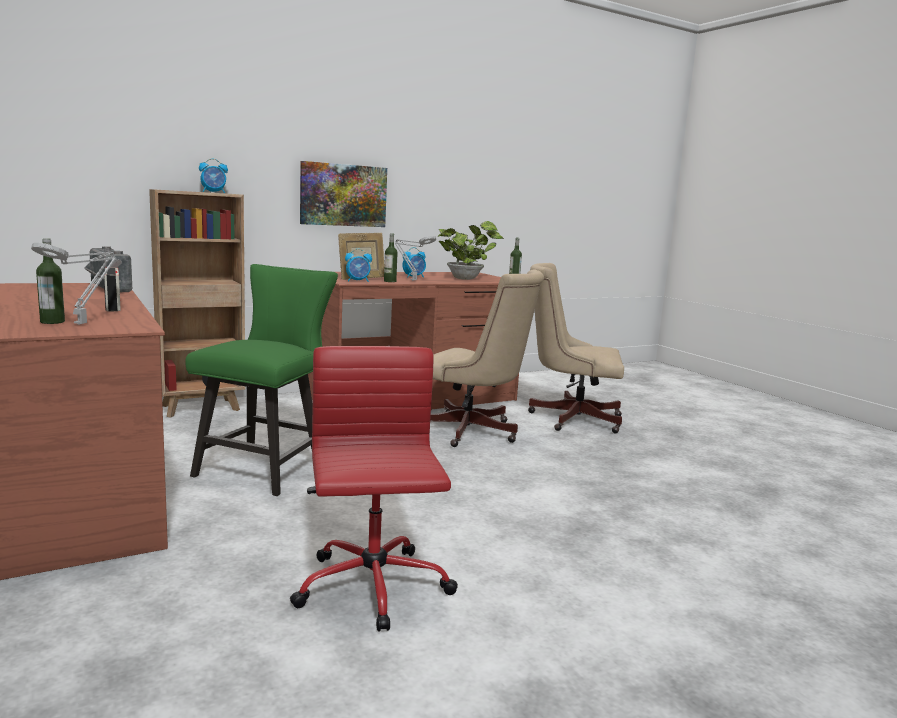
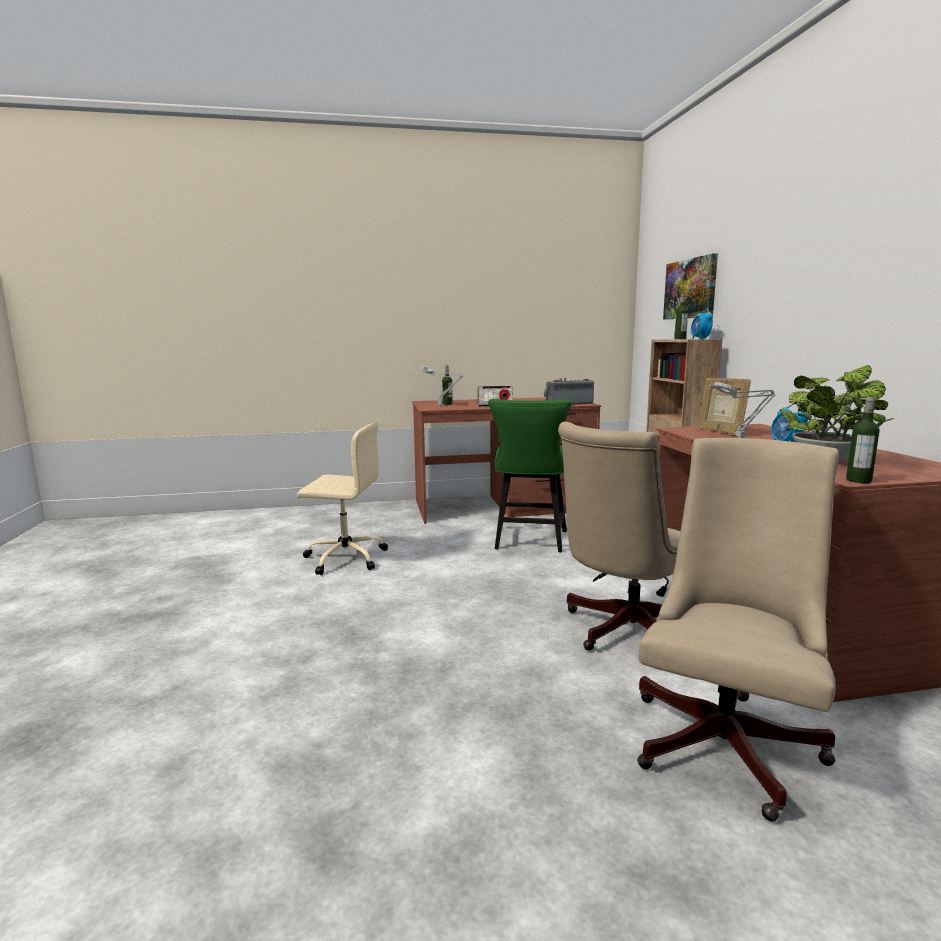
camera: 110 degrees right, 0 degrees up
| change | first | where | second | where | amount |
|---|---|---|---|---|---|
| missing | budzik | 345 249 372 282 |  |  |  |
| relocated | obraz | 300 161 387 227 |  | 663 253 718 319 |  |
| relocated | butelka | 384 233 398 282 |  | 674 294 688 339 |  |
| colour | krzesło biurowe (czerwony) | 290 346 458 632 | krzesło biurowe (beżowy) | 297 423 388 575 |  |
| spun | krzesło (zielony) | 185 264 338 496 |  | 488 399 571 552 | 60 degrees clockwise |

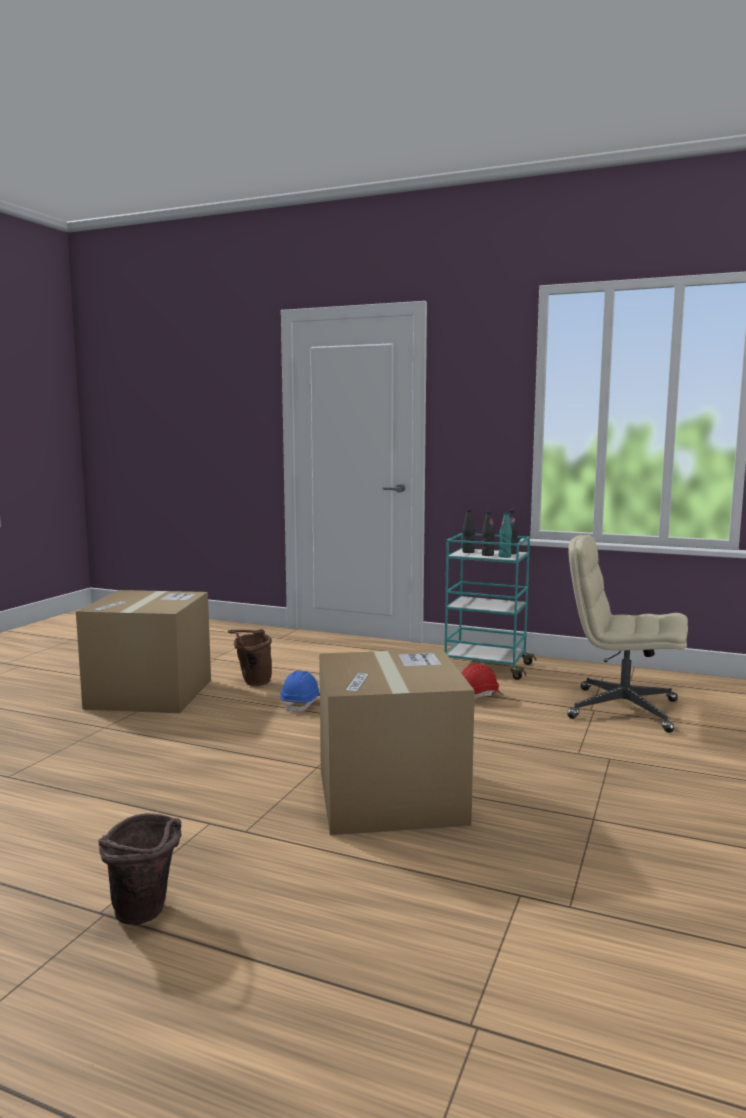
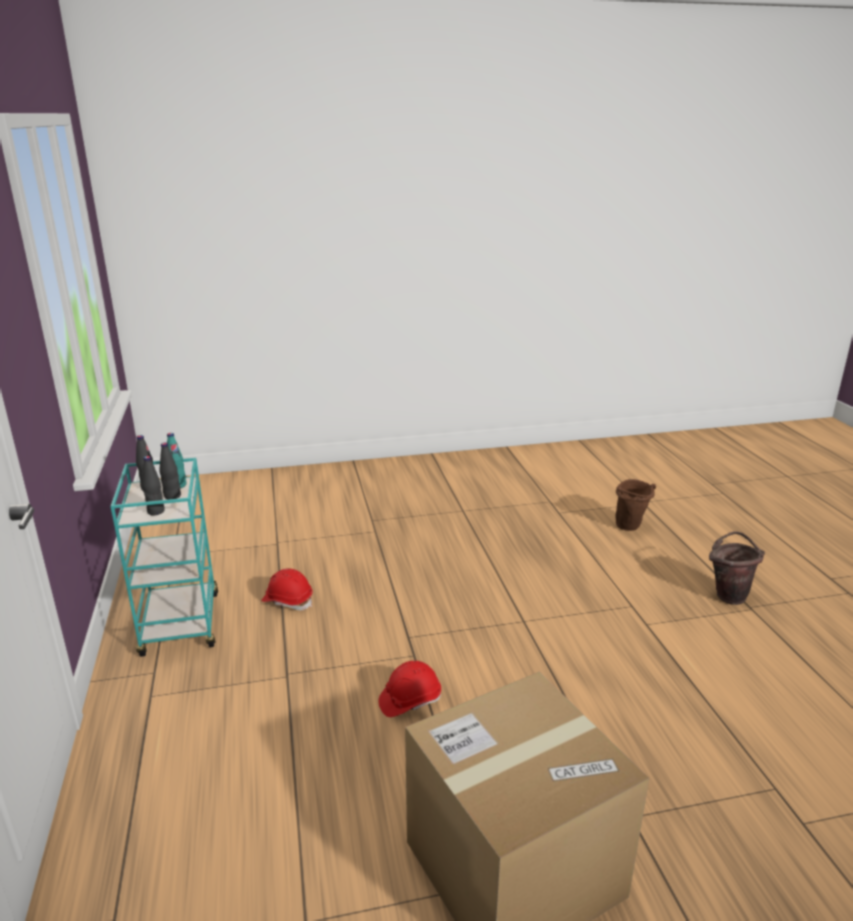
camera: 125 degrees left, 15 degrees up
| change | first | where | second | where | amount |
|---|---|---|---|---|---|
| missing | karton | 319 649 475 835 |  |  |  |
| missing | krzesło biurowe (beżowy) | 567 535 688 733 |  |  |  |
| relocated | wiadro (brązowy) | 228 629 272 686 |  | 615 479 656 531 |  |
| colour | kask (niebieski) | 280 671 320 714 | kask (czerwony) | 378 661 441 717 |  |

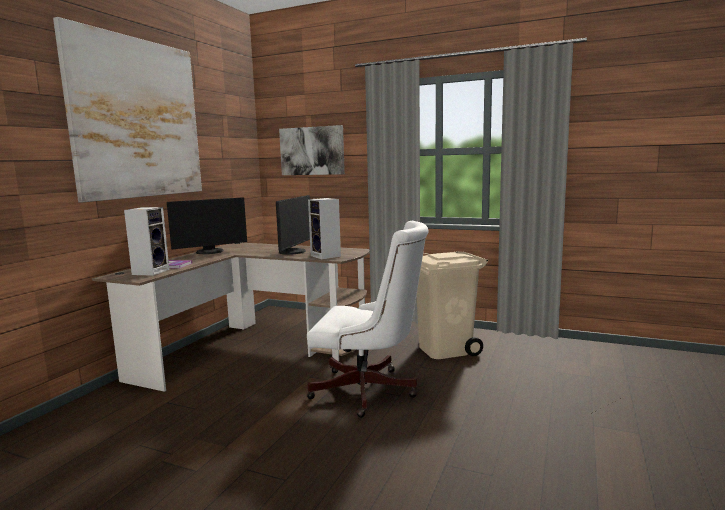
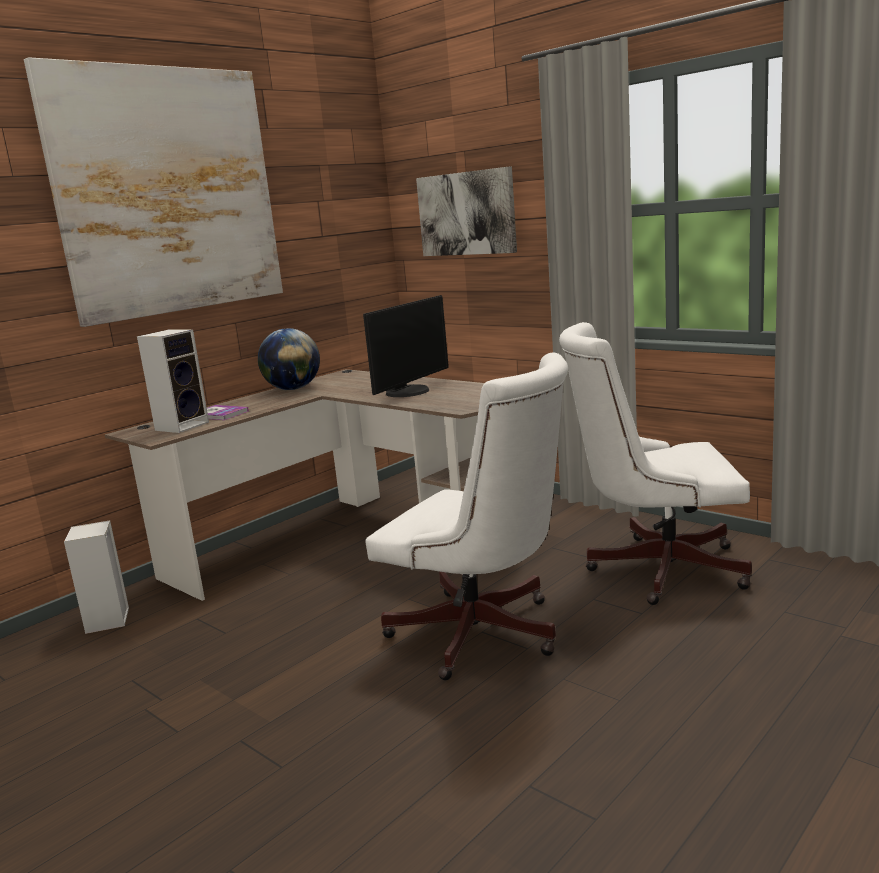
camera: 20 degrees right, 5 degrees up
| change | first | where | second | where | amount |
|---|---|---|---|---|---|
| relocated | głośnik | 308 198 341 260 |  | 64 521 129 634 |  |
| exchanged | monitor | 167 197 247 254 | globus | 258 328 320 390 |  |
| exchanged | kosz na śmieci (beżowy) | 416 251 488 359 | krzesło biurowe (biały) | 559 322 752 605 |  |

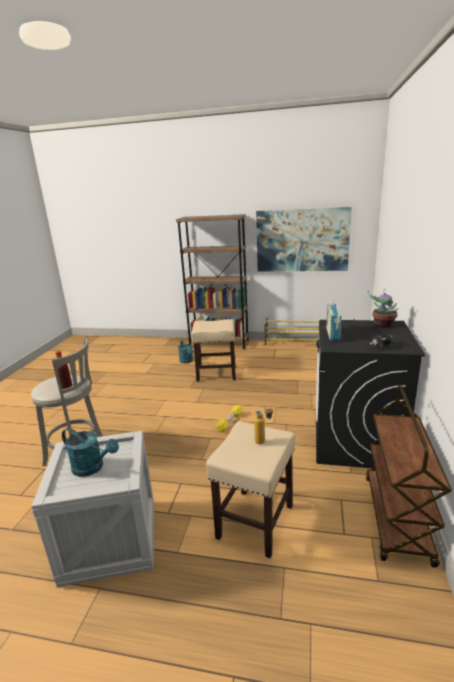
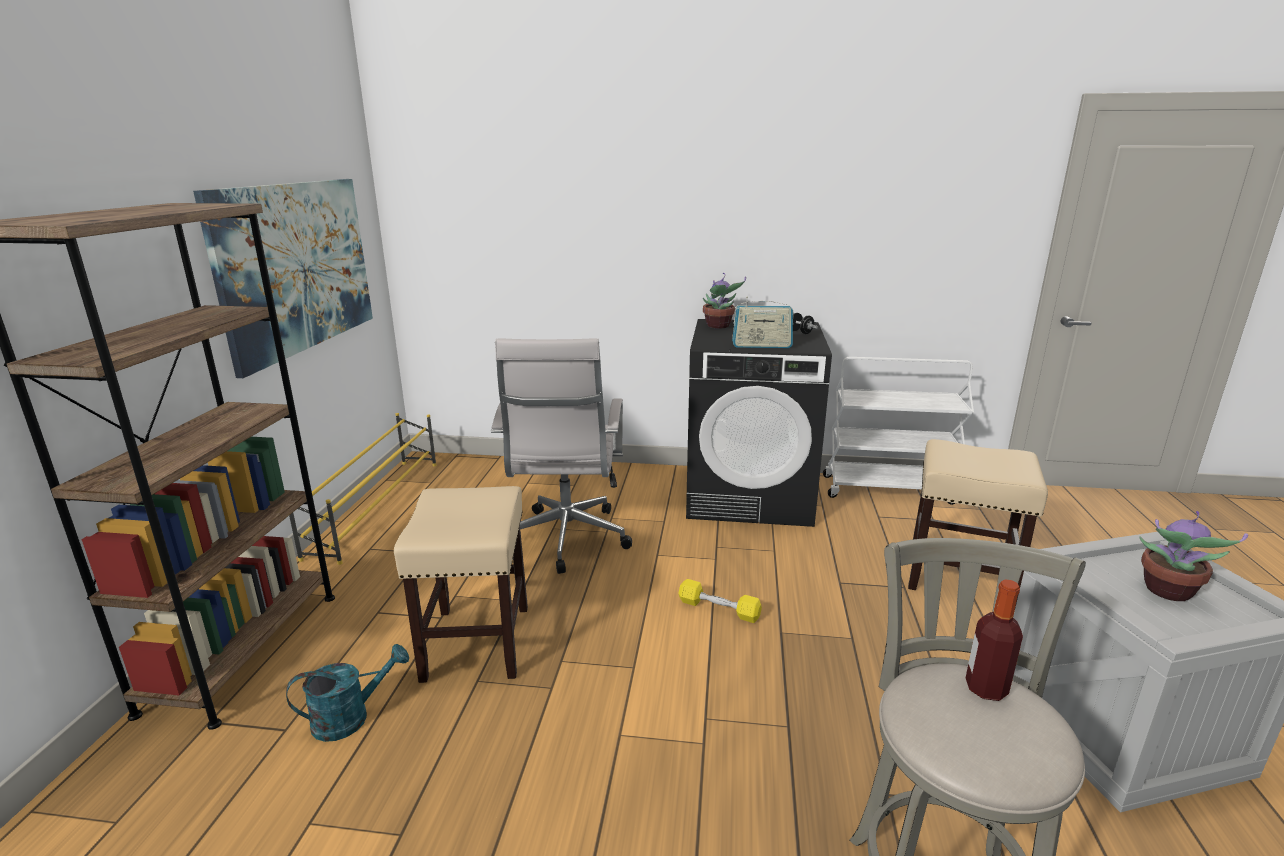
camera: 95 degrees left, 0 degrees up
| change | first | where | second | where | amount |
|---|---|---|---|---|---|
| missing | butelka | 254 406 273 444 |  |  |  |
| appeared |  |  | krzesło biurowe (biały) | 491 339 632 574 |  |
| exchanged | konewka (turkusowy) | 62 428 119 477 | roślina doniczkowa | 1139 511 1248 601 |  |
| colour | wózek (brązowy) | 366 386 452 568 | wózek (biały) | 823 357 974 505 |  |

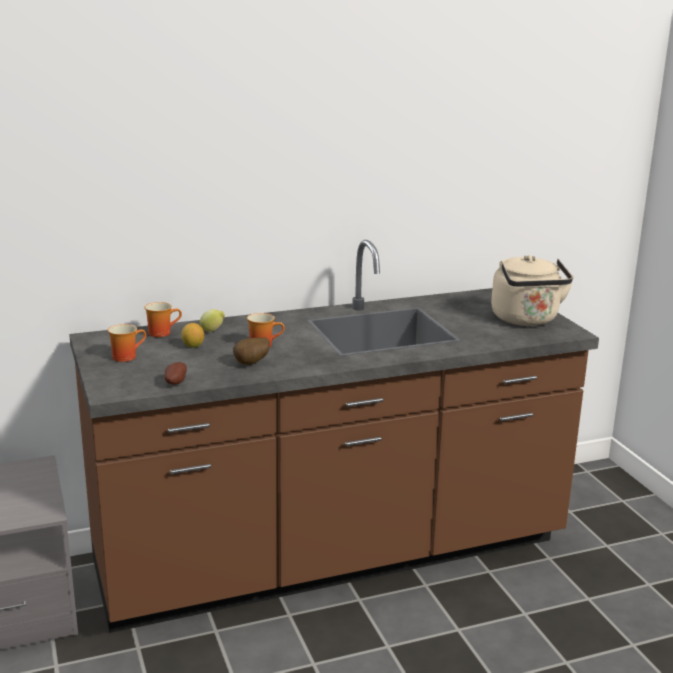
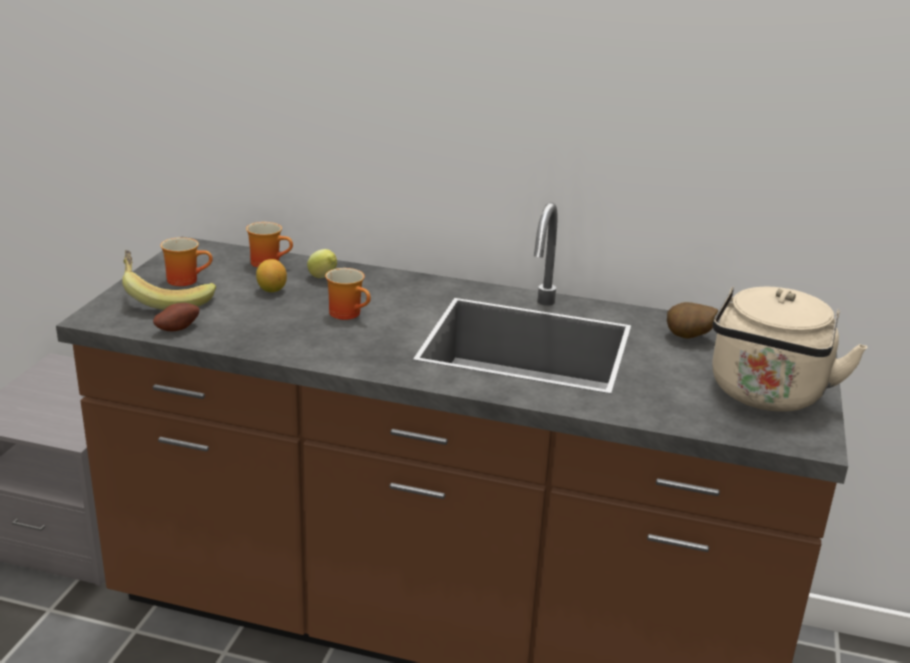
camera: 35 degrees right, 5 degrees up
| change | first | where | second | where | amount |
|---|---|---|---|---|---|
| appeared |  |  | banan | 122 250 216 310 |  |
| relocated | ziemniak | 233 337 270 365 |  | 667 302 718 339 |  |

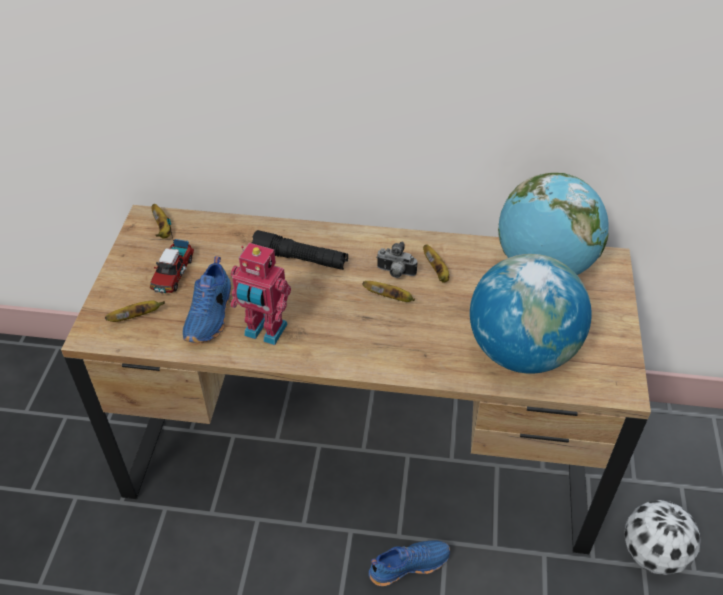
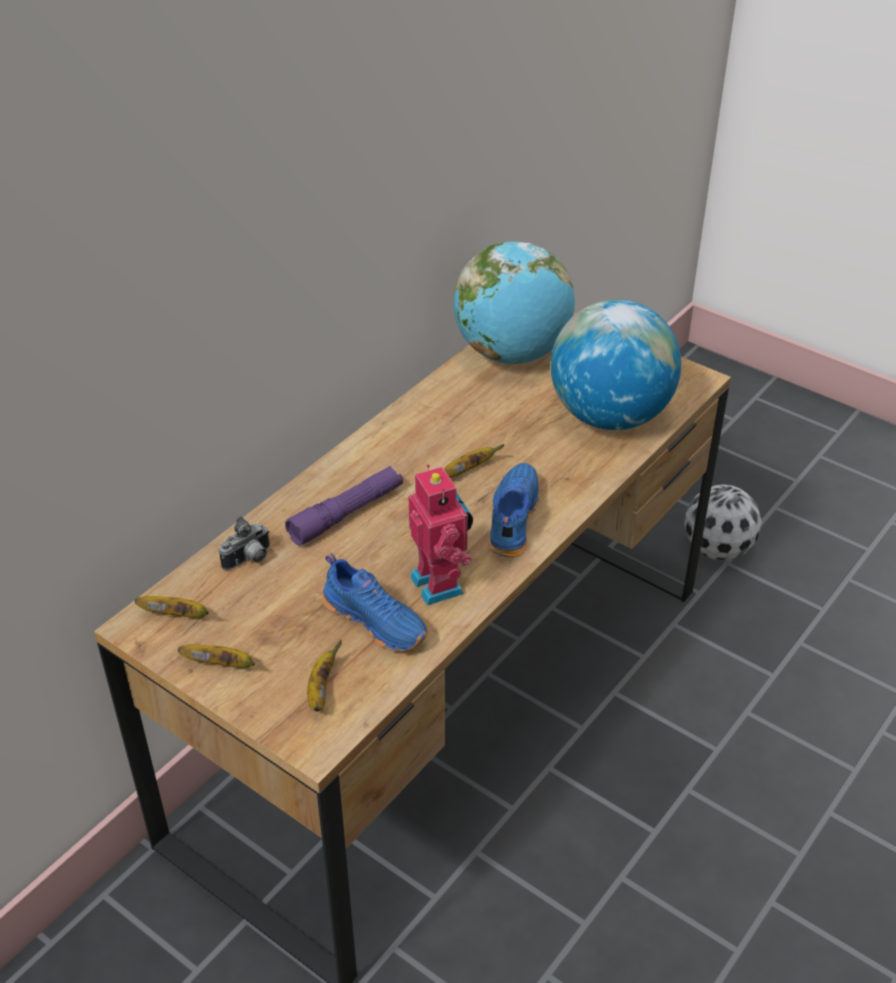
camera: 60 degrees left, 5 degrees down
| change | first | where | second | where | amount |
|---|---|---|---|---|---|
| missing | ciężarówka zabawkowa | 150 217 194 294 |  |  |  |
| relocated | but (niebieski) | 369 540 450 586 |  | 490 463 539 557 |  |
| relocated | aparat fotograficzny | 376 242 417 278 |  | 219 516 270 570 |  |
| relocated | banan | 423 244 449 283 |  | 178 644 255 668 |  |
| colour | latarka (czarny) | 251 230 348 270 | latarka (fioletowy) | 285 466 403 546 |  |
| spun | robot zabawkowy | 230 243 291 345 |  | 408 464 473 605 | 75 degrees counterclockwise |

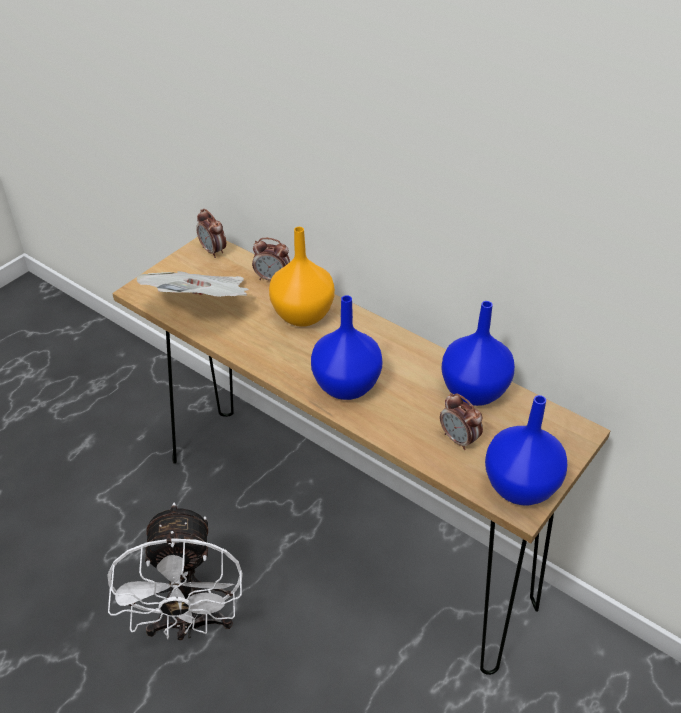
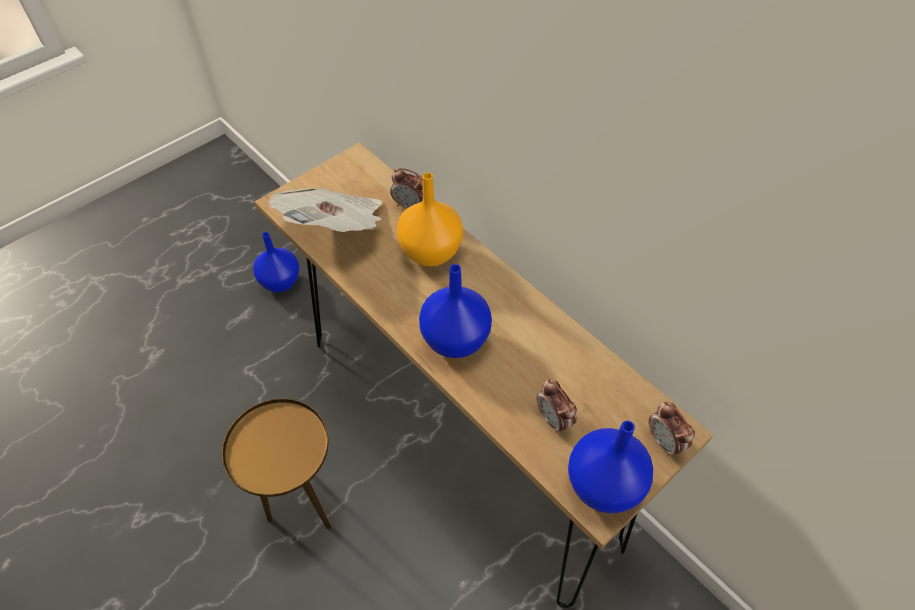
camera: 10 degrees right, 10 degrees up
| change | first | where | second | where | amount |
|---|---|---|---|---|---|
| relocated | budzik | 196 209 226 258 |  | 649 401 695 457 |  |
| relocated | wazon (niebieski) | 441 301 515 406 |  | 253 232 300 292 |  |
| exchanged | wentylator (biały) | 107 503 243 640 | stolik (brązowy) | 222 399 331 529 |  |

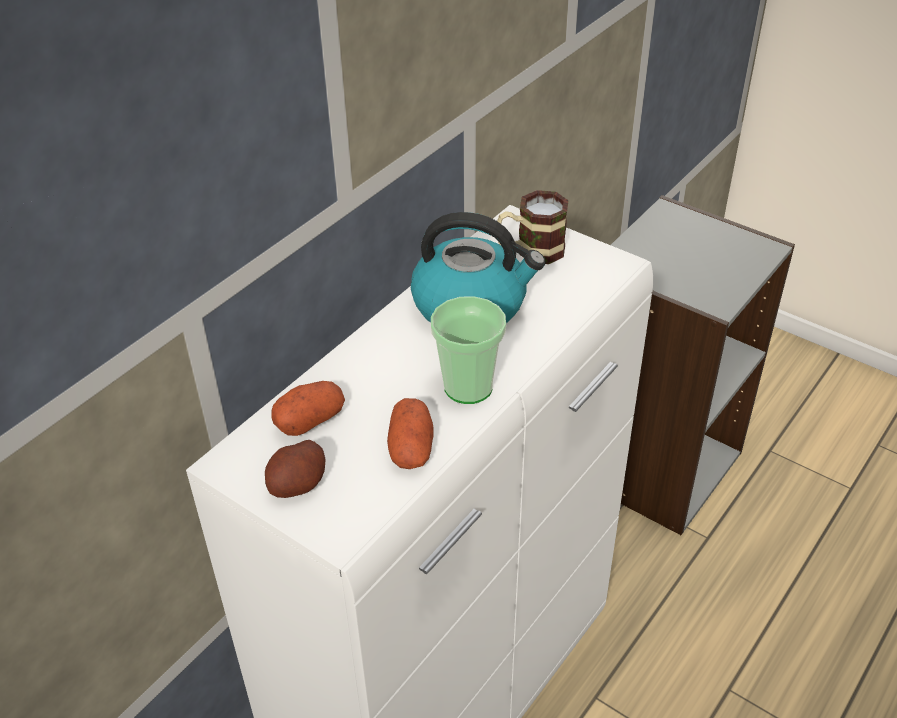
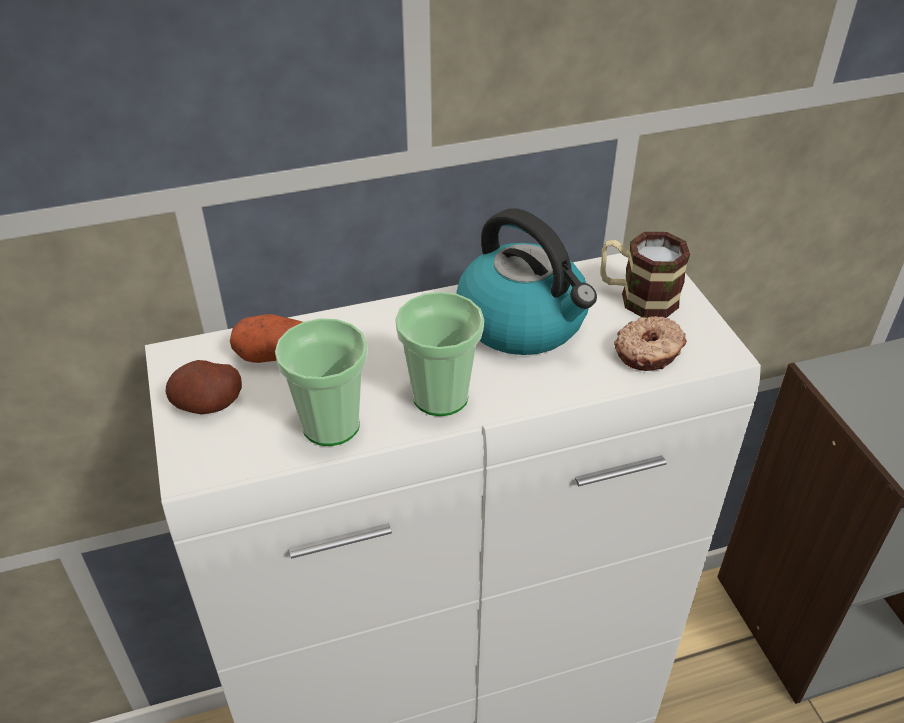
camera: 35 degrees right, 0 degrees up
| change | first | where | second | where | amount |
|---|---|---|---|---|---|
| appeared |  |  | donut | 614 316 687 371 |  |
| exchanged | ziemniak | 387 398 434 469 | filiżanka | 275 318 368 446 |  |

